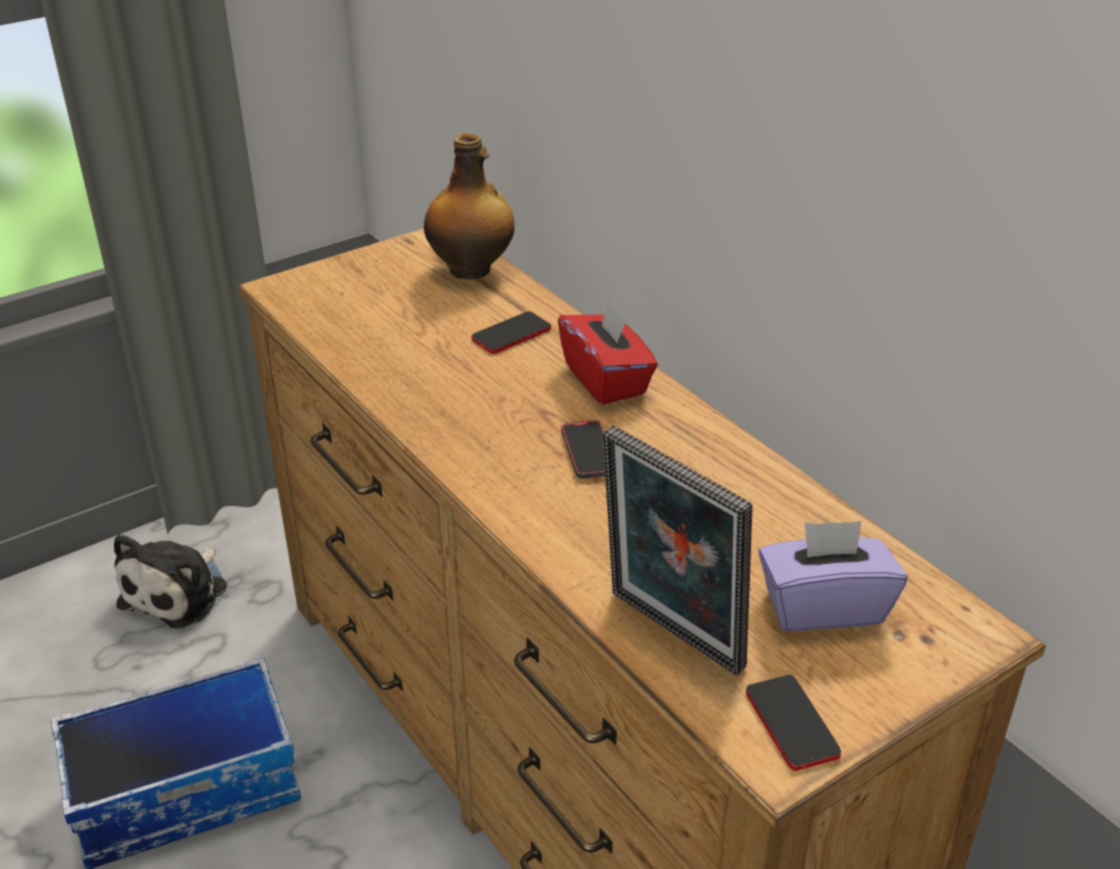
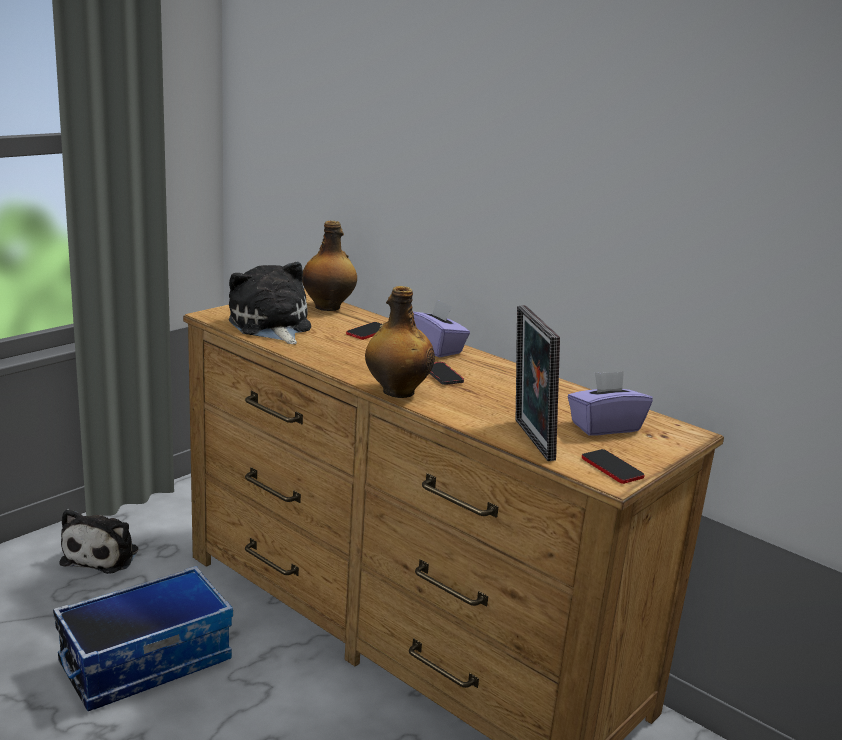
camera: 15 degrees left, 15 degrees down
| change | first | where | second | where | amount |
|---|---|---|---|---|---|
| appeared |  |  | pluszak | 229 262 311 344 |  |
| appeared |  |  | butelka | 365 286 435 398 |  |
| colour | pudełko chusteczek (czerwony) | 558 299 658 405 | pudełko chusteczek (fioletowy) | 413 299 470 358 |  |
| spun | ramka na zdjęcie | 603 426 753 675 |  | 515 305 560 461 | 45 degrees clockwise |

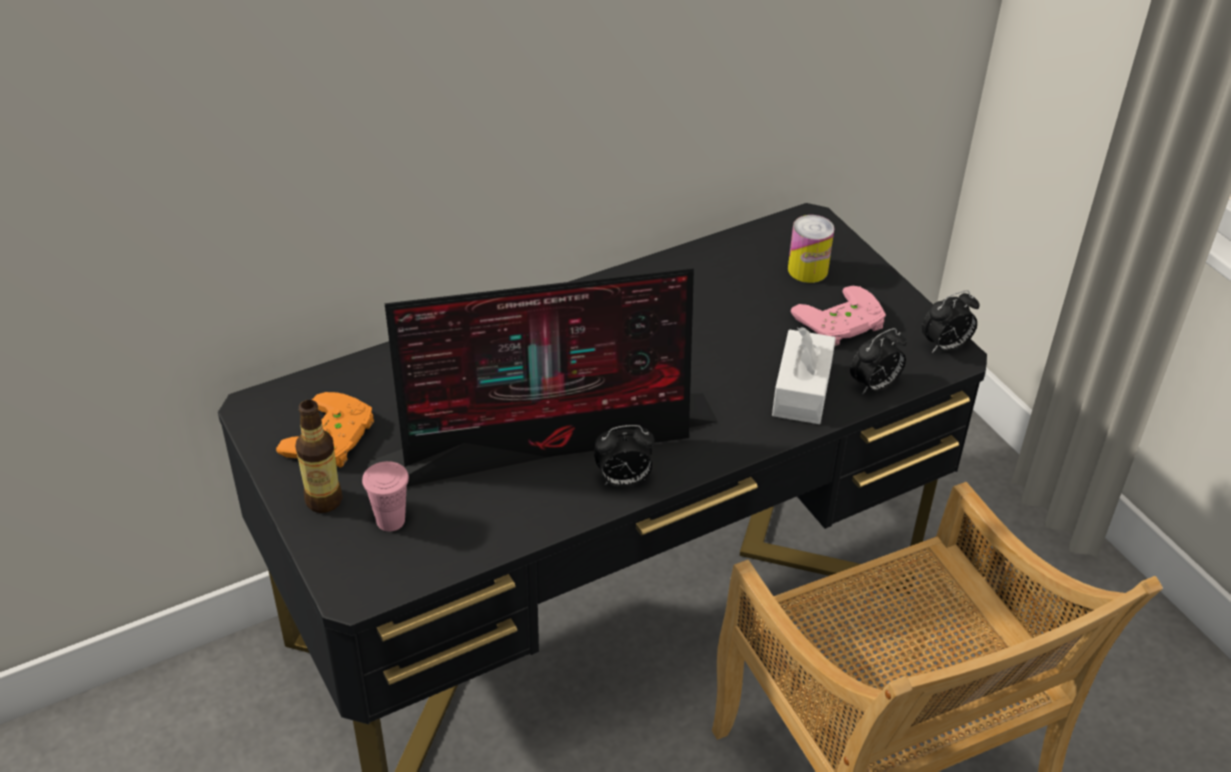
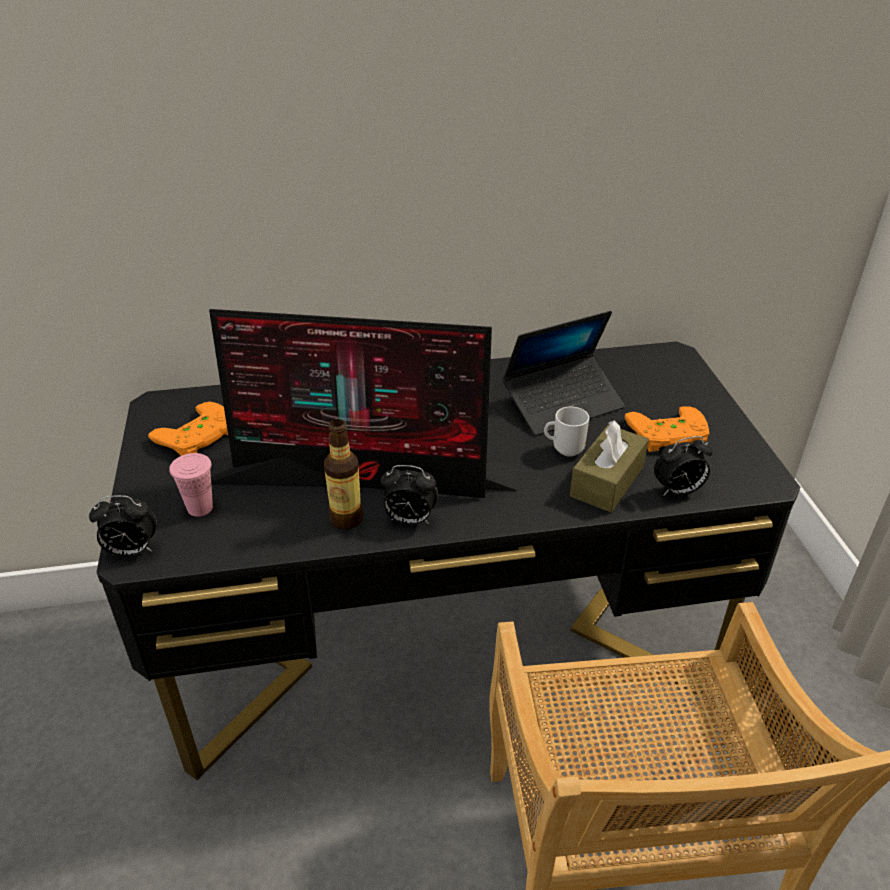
camera: 20 degrees right, 5 degrees down
| change | first | where | second | where | amount |
|---|---|---|---|---|---|
| missing | puszka | 788 215 834 283 |  |  |  |
| appeared |  |  | laptop | 502 311 624 436 |  |
| appeared |  |  | kubek | 544 407 589 457 |  |
| relocated | butelka | 295 400 343 513 |  | 324 419 363 529 |  |
| relocated | budzik | 921 290 980 353 |  | 89 495 157 557 |  |
| colour | pudełko chusteczek (biały) | 772 327 836 424 | pudełko chusteczek (brązowy) | 570 420 649 512 |  |
| colour | pad do gier (różowy) | 791 286 886 346 | pad do gier (pomarańczowy) | 624 406 709 452 |  |

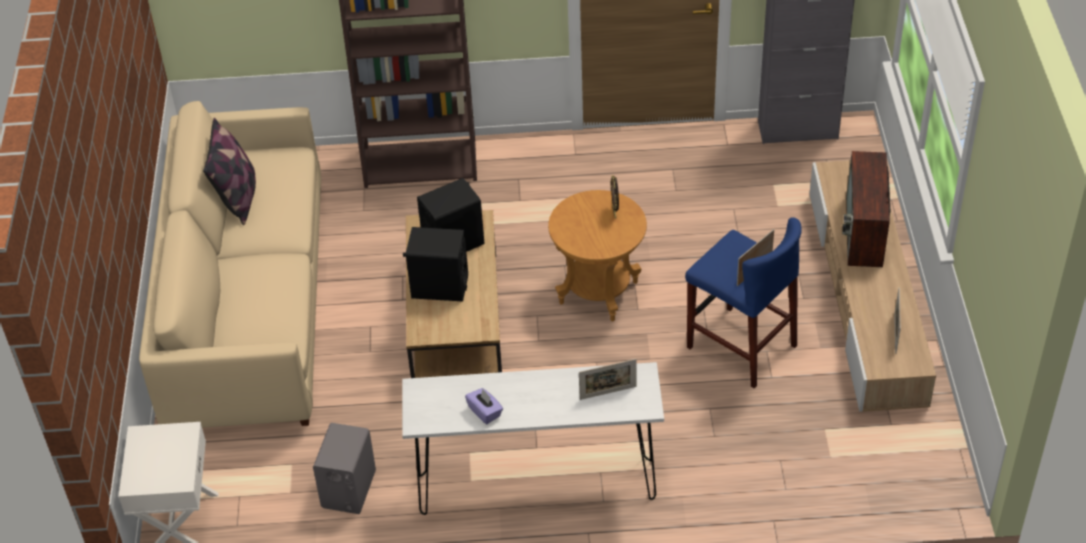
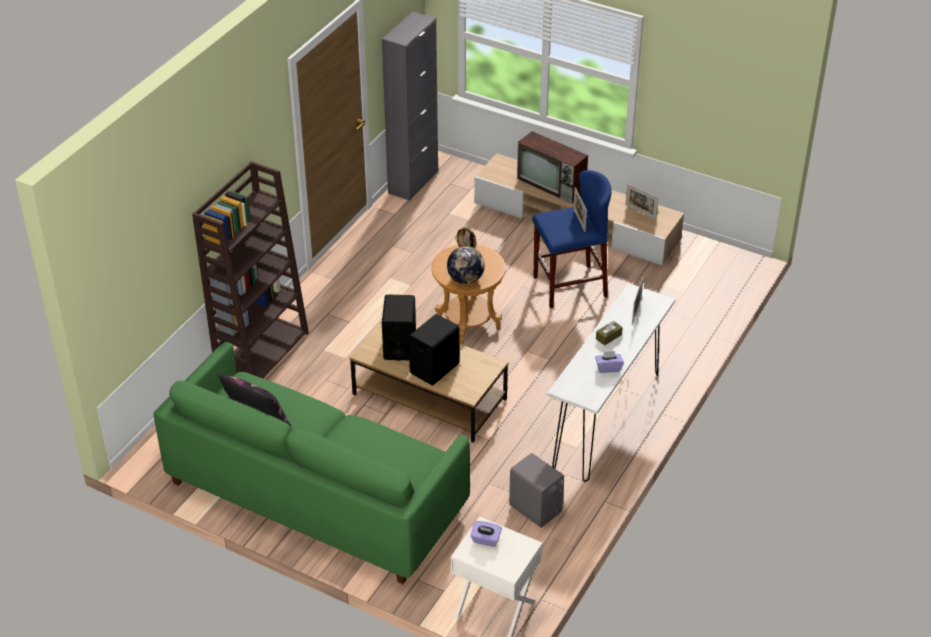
camera: 60 degrees left, 5 degrees down
| change | first | where | second | where | amount |
|---|---|---|---|---|---|
| appeared |  |  | globus | 447 246 485 284 |  |
| appeared |  |  | pudełko chusteczek (fioletowy) | 470 521 502 547 |  |
| appeared |  |  | pudełko chusteczek (brązowy) | 596 321 623 345 |  |
| colour | kanapa (beżowy) | 139 101 321 428 | kanapa (zielony) | 154 342 470 584 |  |

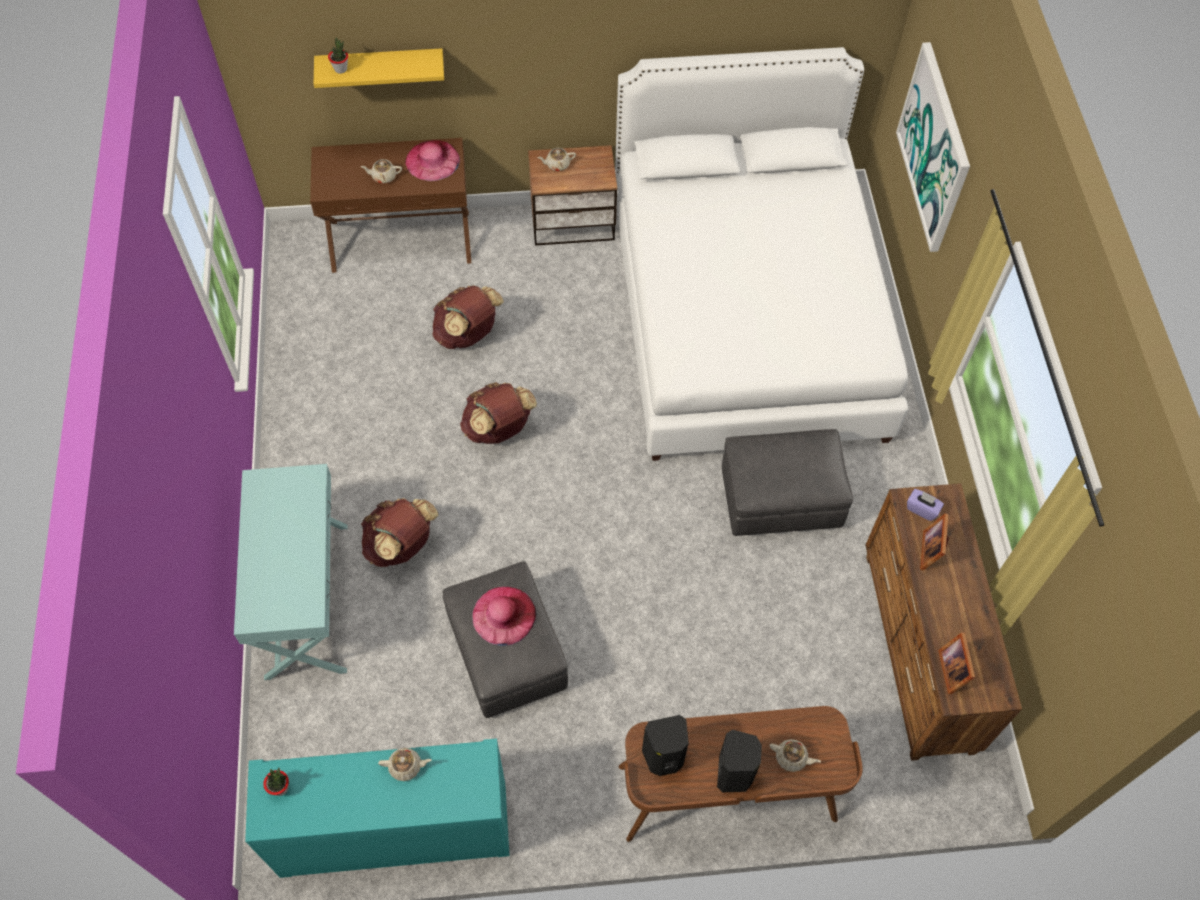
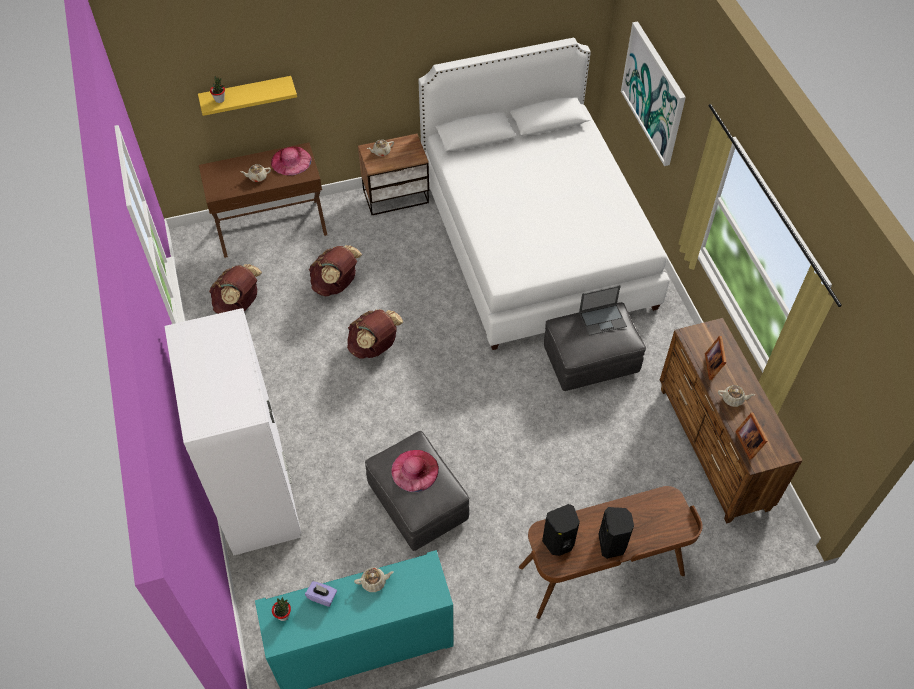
camera: 10 degrees left, 5 degrees down
| change | first | where | second | where | amount |
|---|---|---|---|---|---|
| appeared |  |  | laptop | 579 285 627 336 |  |
| relocated | plecak (brązowy) | 361 498 439 567 |  | 209 264 262 314 |  |
| relocated | imbryk (beżowy) | 770 739 821 772 |  | 718 385 755 407 |  |
| relocated | pudełko chusteczek (fioletowy) | 907 489 944 521 |  | 305 581 337 607 |  |
| exchanged | stolik konsolowy (turkusowy) | 234 464 347 680 | szafa (biały) | 164 308 301 556 |  |

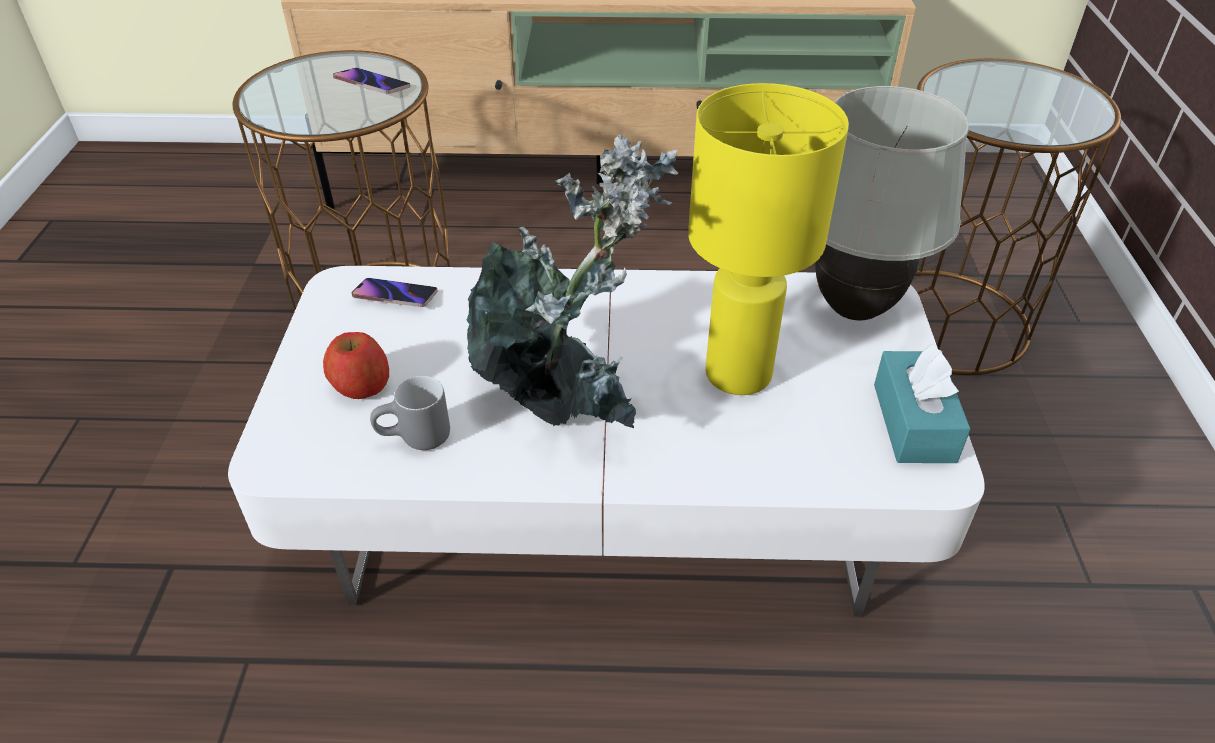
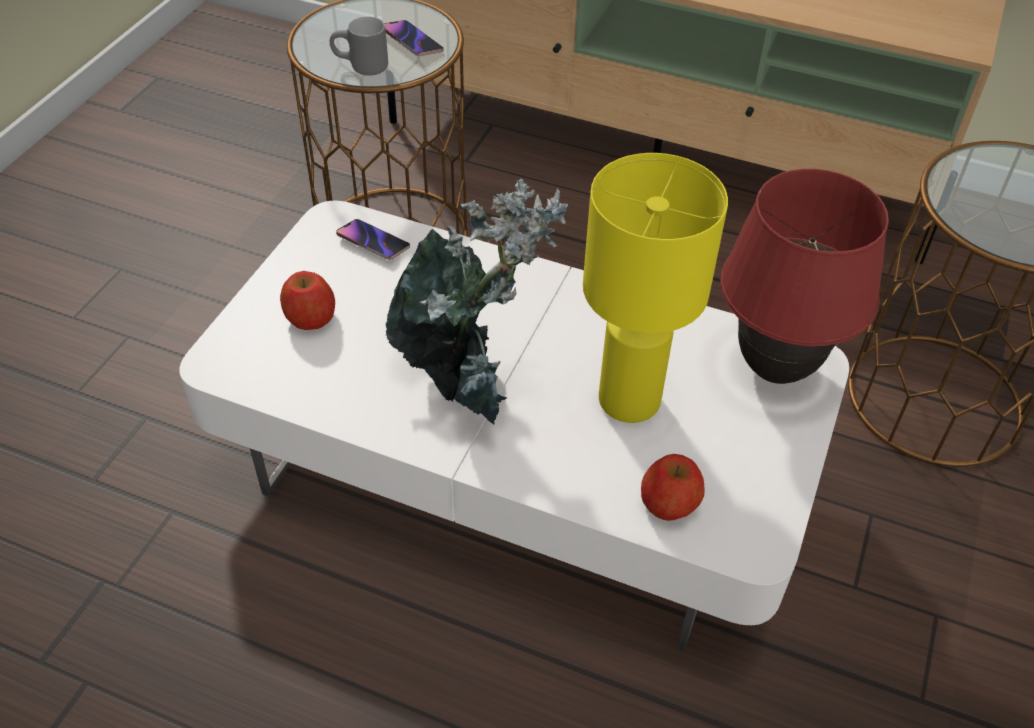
camera: 20 degrees right, 5 degrees up
| change | first | where | second | where | amount |
|---|---|---|---|---|---|
| missing | pudełko chusteczek (turkusowy) | 874 344 971 463 |  |  |  |
| appeared |  |  | jabłko | 641 454 705 521 |  |
| relocated | kubek (szary) | 370 376 450 450 |  | 330 17 388 76 |  |
| colour | lampa stołowa (biały) | 816 86 969 320 | lampa stołowa (czerwony) | 720 169 889 384 |  |

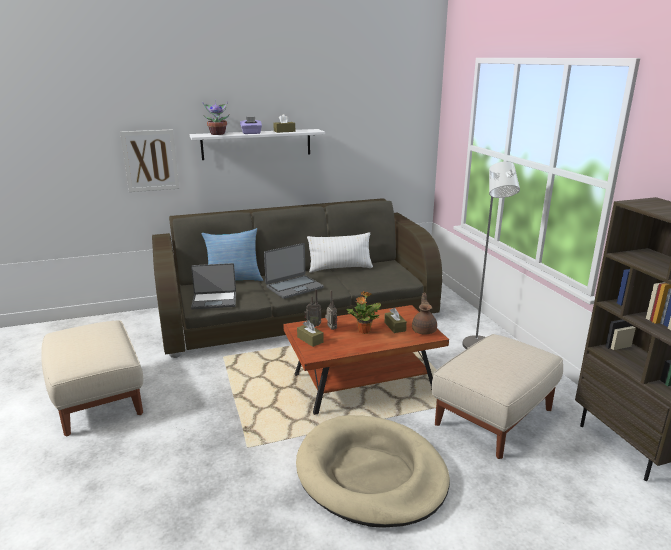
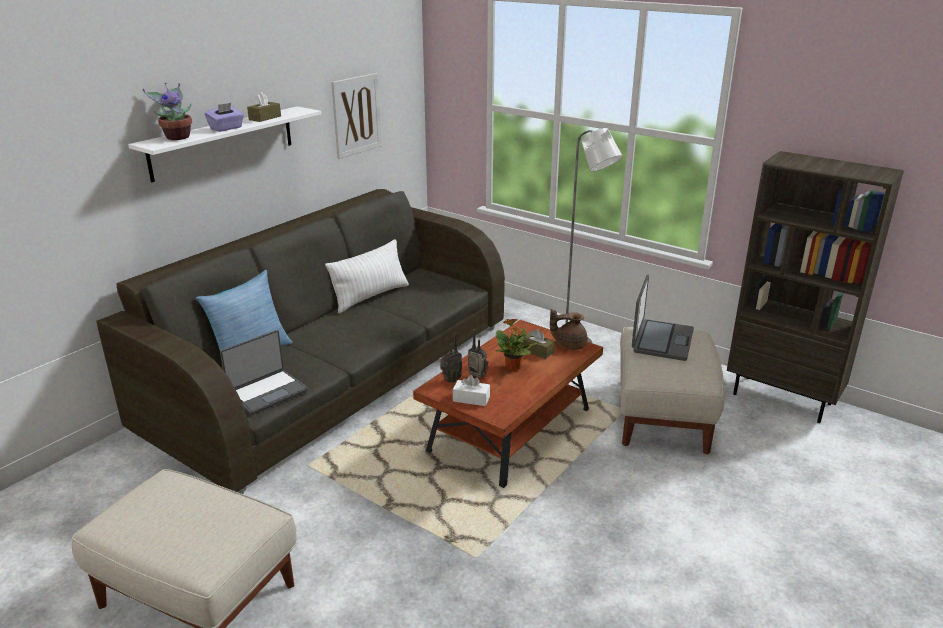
camera: 35 degrees left, 5 degrees up
| change | first | where | second | where | amount |
|---|---|---|---|---|---|
| missing | legowisko (beżowy) | 296 415 450 528 |  |  |  |
| relocated | obraz | 120 129 179 192 |  | 331 73 382 159 |  |
| relocated | laptop | 264 243 324 299 |  | 632 274 694 361 |  |
| colour | pudełko chusteczek (brązowy) | 297 320 324 347 | pudełko chusteczek (biały) | 453 375 490 406 |  |
| spun | imbryk (brązowy) | 412 293 437 335 |  | 550 309 587 350 | 60 degrees counterclockwise |

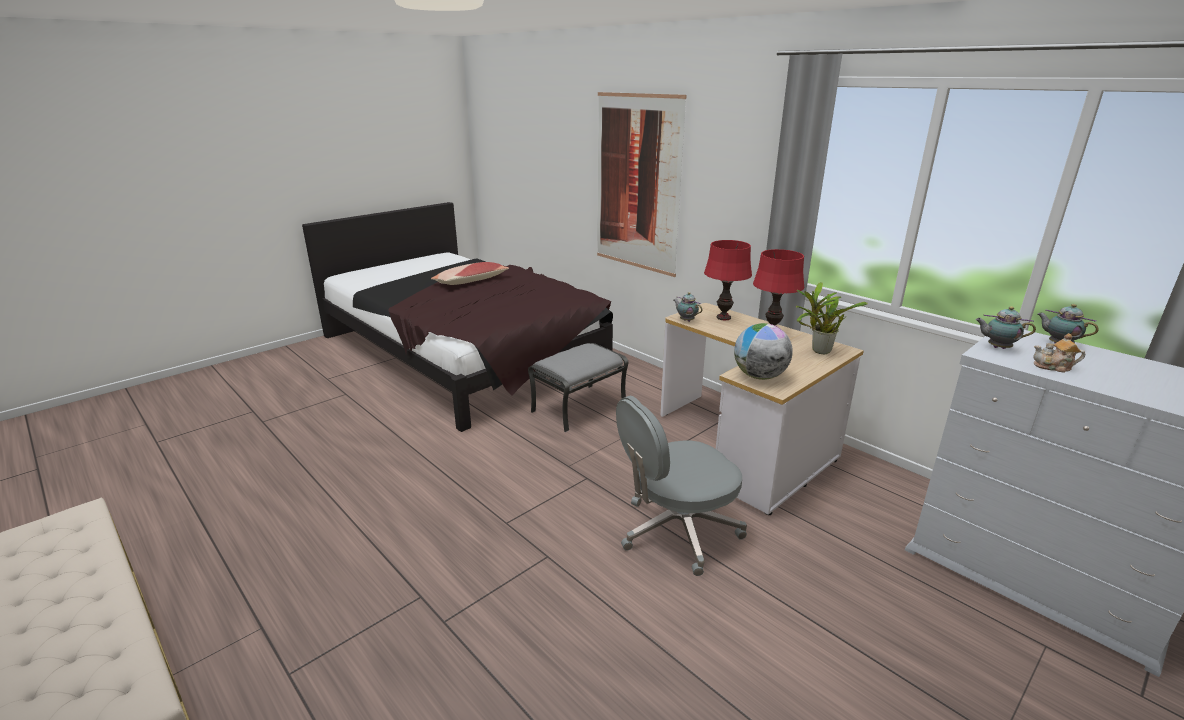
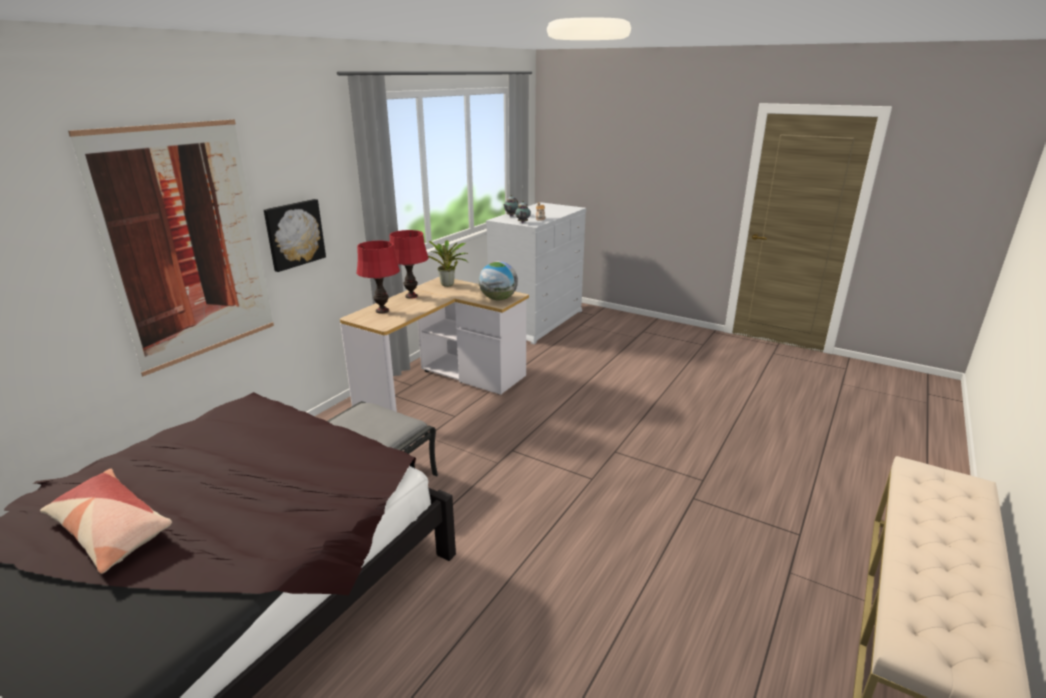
camera: 105 degrees left, 0 degrees up
| change | first | where | second | where | amount |
|---|---|---|---|---|---|
| missing | krzesło biurowe (szary) | 616 395 747 576 |  |  |  |
| missing | imbryk | 674 292 703 322 |  |  |  |
| appeared |  |  | obraz | 264 199 326 272 |  |

